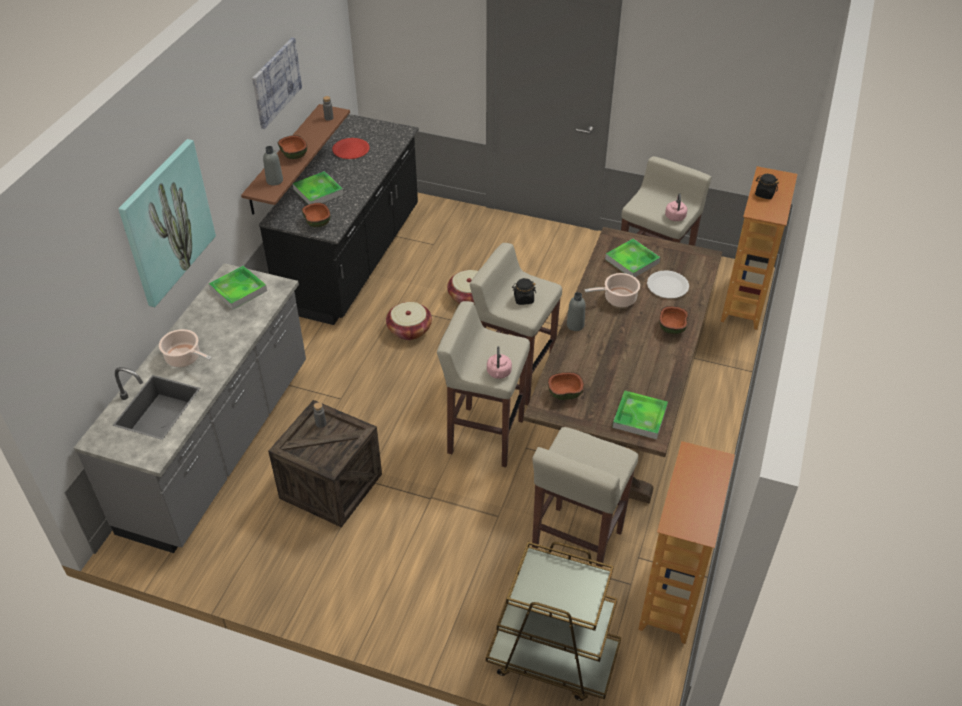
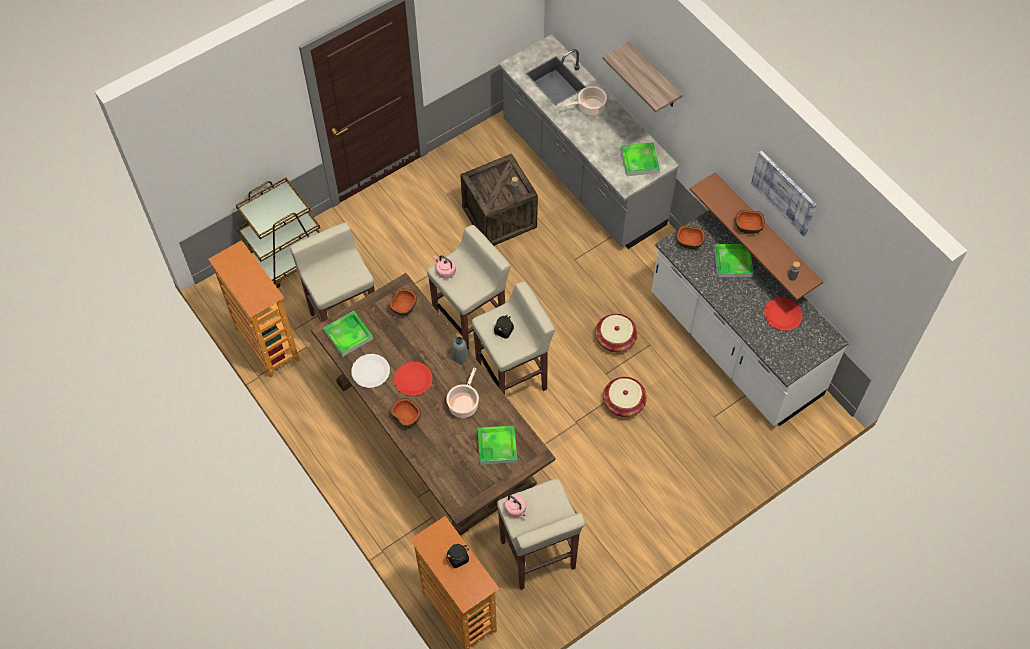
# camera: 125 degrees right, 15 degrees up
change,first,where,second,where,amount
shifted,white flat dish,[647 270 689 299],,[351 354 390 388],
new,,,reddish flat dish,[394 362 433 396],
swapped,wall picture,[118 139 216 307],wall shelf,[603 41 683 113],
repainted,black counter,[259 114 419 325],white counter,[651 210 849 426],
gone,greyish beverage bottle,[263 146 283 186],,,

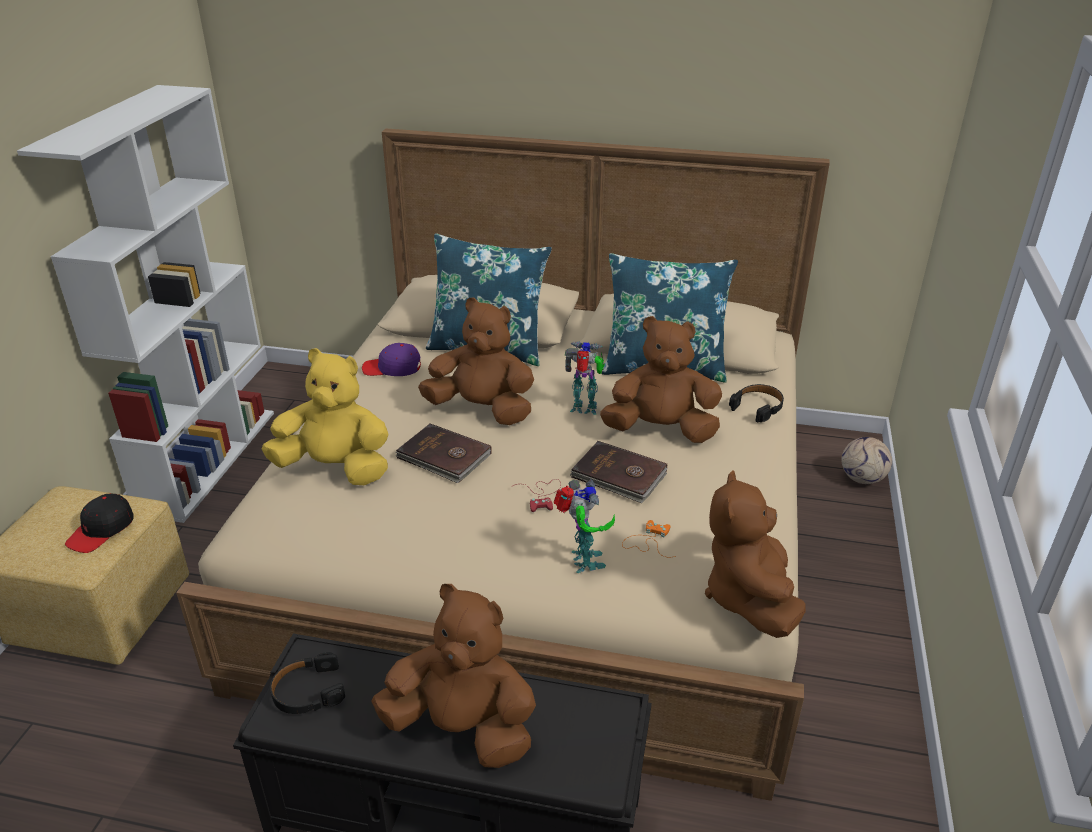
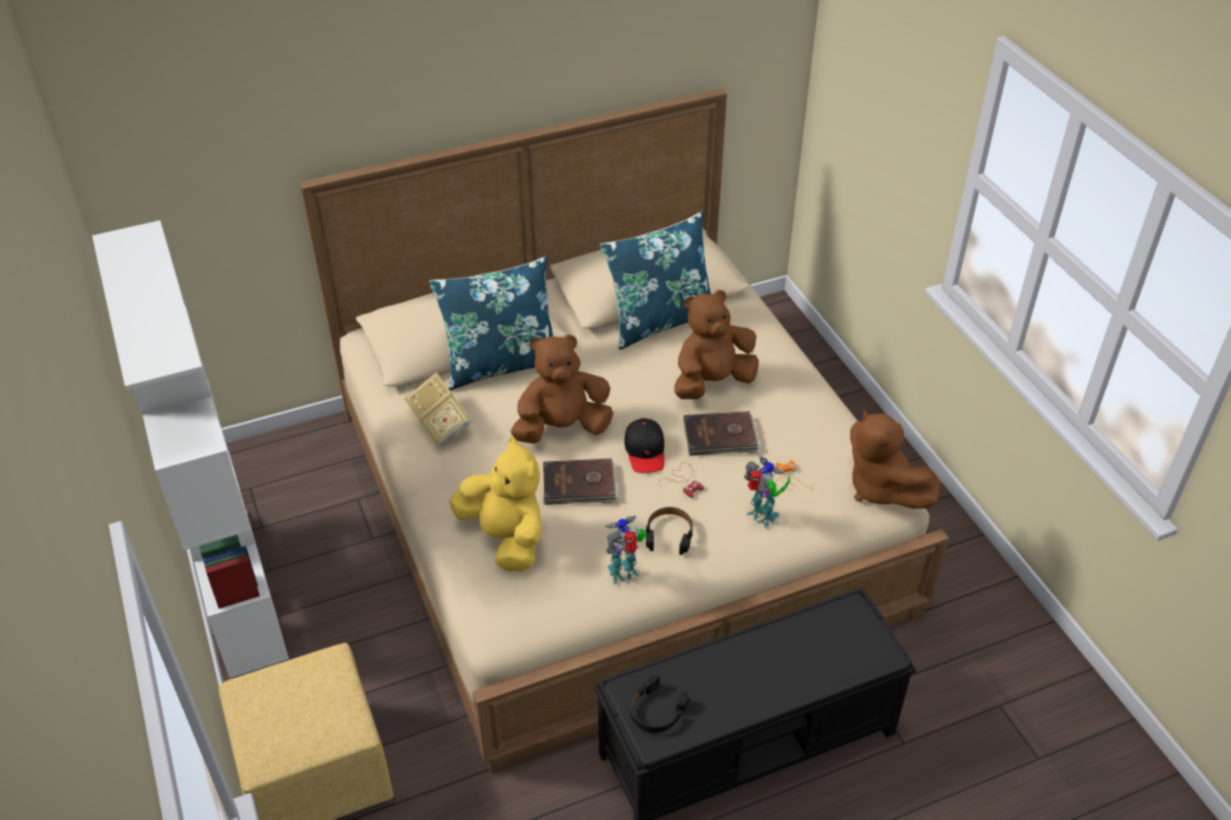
# camera: 35 degrees left, 10 degrees up
change,first,where,second,where,amount
swapped,purple baseball cap,[362 343 421 376],book,[404 372 473 447],
rotated,yellow soft toy,[261 348 389 485],,[450 437 542 572],75 degrees clockwise
shifted,toy robot,[565 341 605 415],,[605 516 647 584],
shifted,black baseball cap,[65 493 134 553],,[624 418 664 473],
shifted,black headset,[729 384 784 422],,[646 507 693 555],
gone,brown soft toy,[371 584 536 768],,,
gone,football,[841 437 892 484],,,

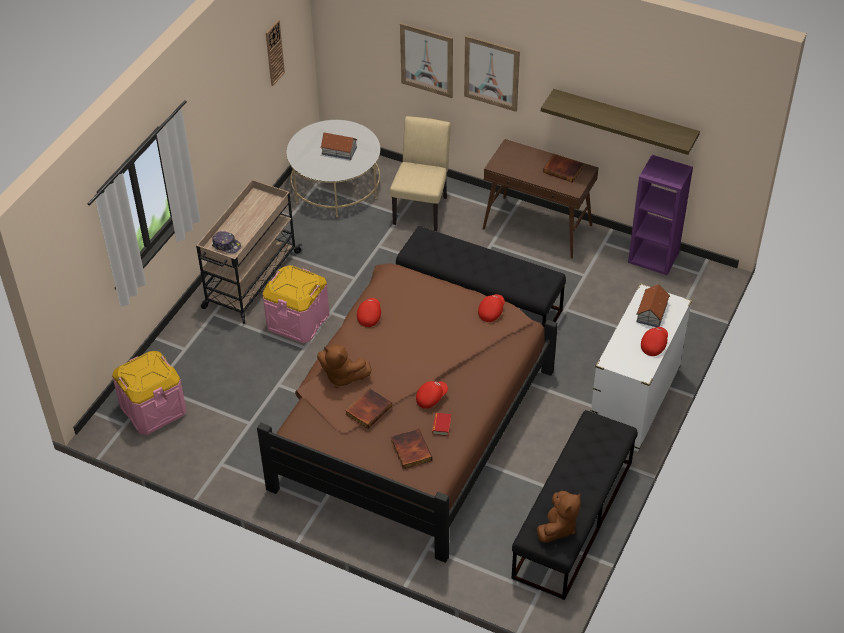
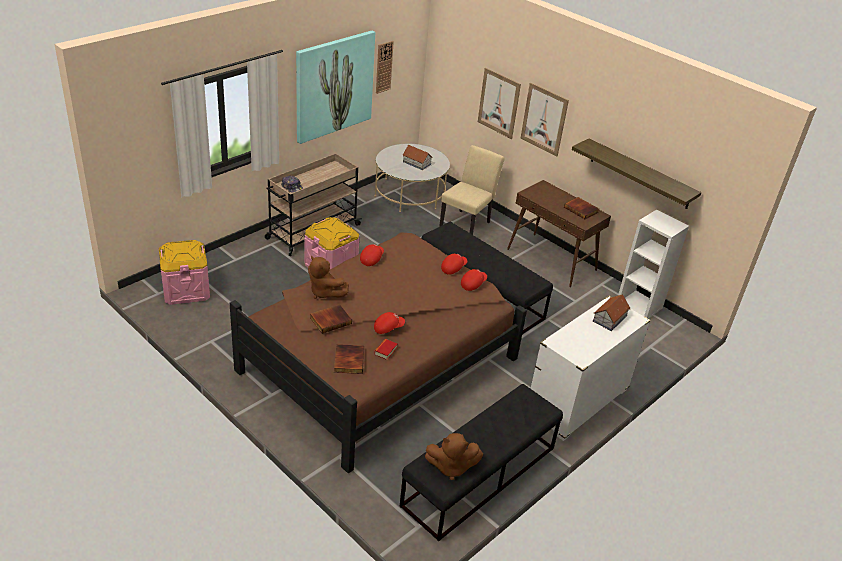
# camera: 15 degrees right, 10 degrees down
change,first,where,second,where,amount
new,,,wall picture,[296 31 375 144],
rotated,brown soft toy,[537 491 581 542],,[425 433 483 480],45 degrees clockwise
shifted,reddish baseball cap,[641 327 668 356],,[441 254 467 274],
repainted,purple bookcase,[628 155 693 275],white bookcase,[618 210 689 319],

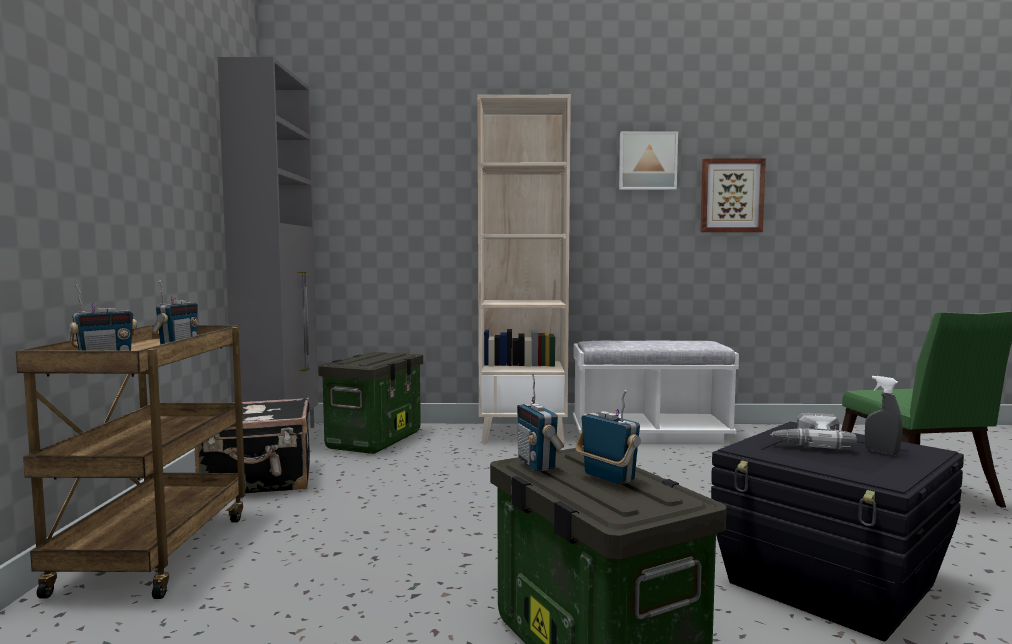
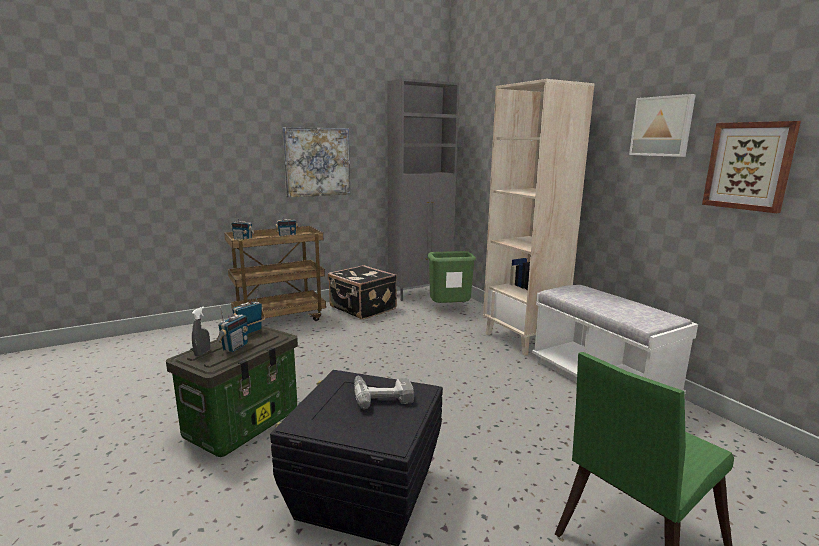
# camera: 60 degrees right, 10 degrees up
change,first,where,second,where,amount
shifted,greyish hand sprayer,[865 376 902 455],,[192 307 210 357],
new,,,wall picture,[282 127 350 197],
swapped,storage container,[318 352 423 454],green-coloured waste bin,[428 251 476 303],

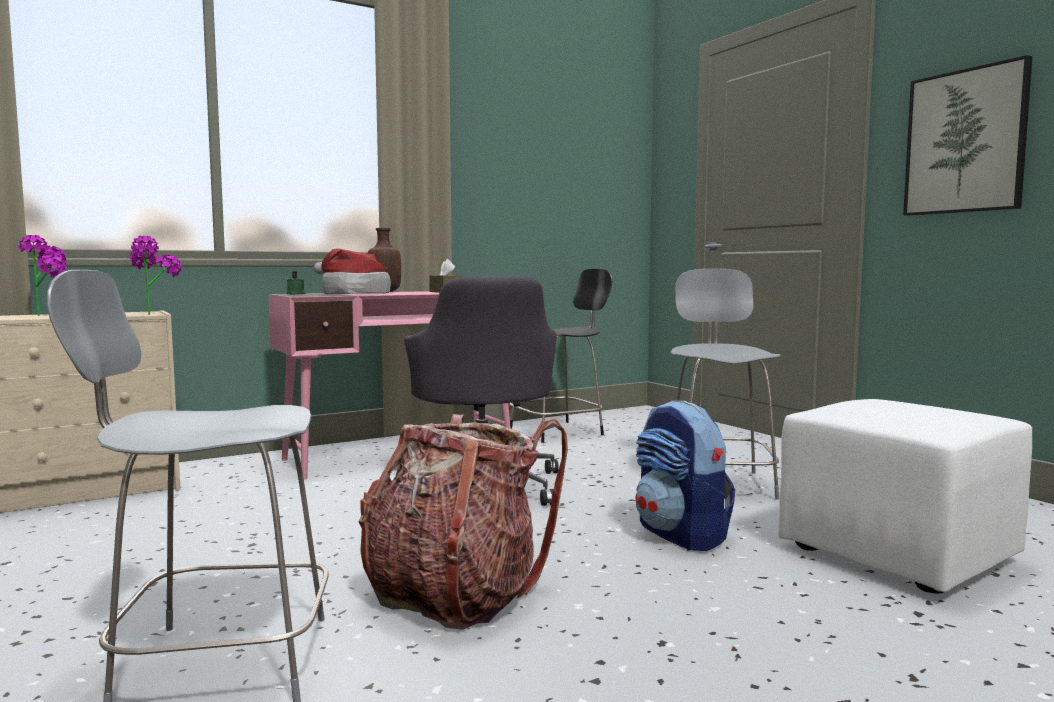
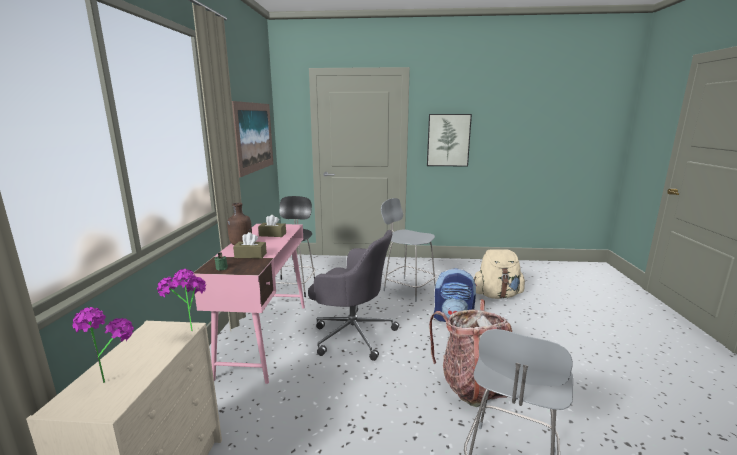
# camera: 55 degrees left, 10 degrees up
change,first,where,second,where,amount
new,,,wall picture,[232 101 273 177],
swapped,hat,[314 249 391 294],brown tissue box,[233 232 267 258],
swapped,white footrest,[778 399 1032 594],beige-coloured rucksack,[474 249 525 299],

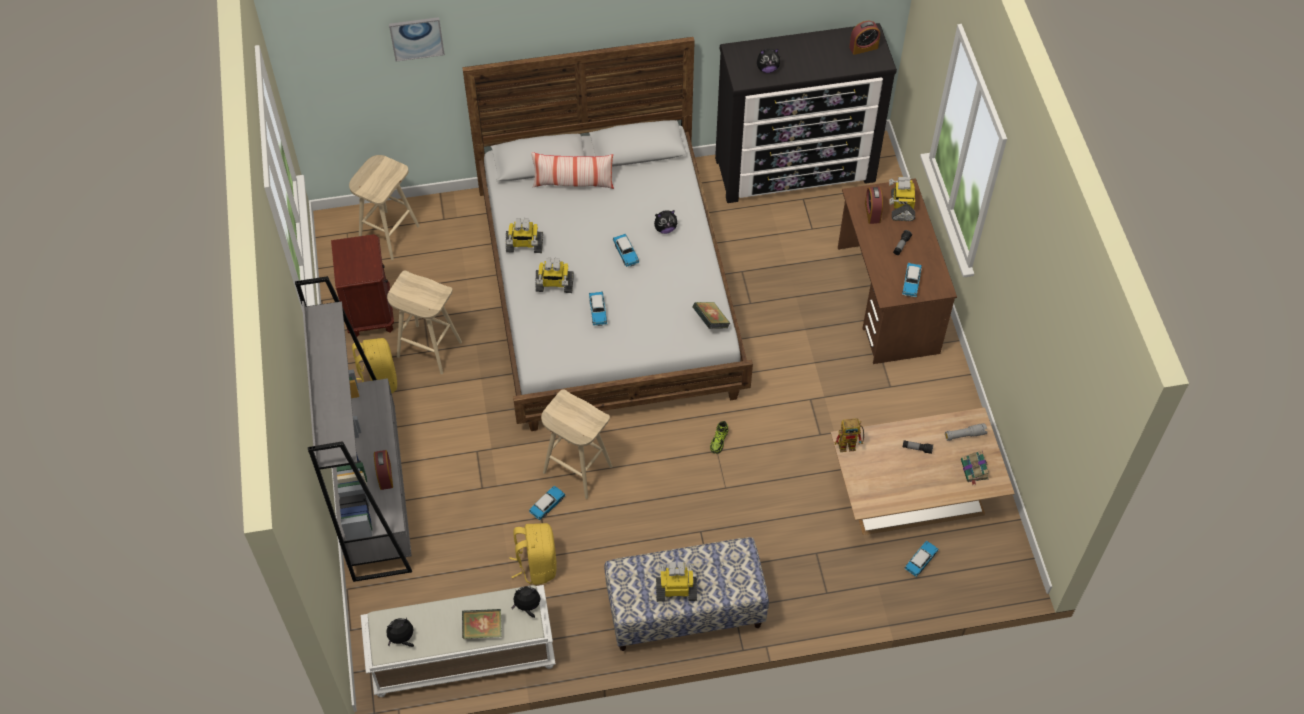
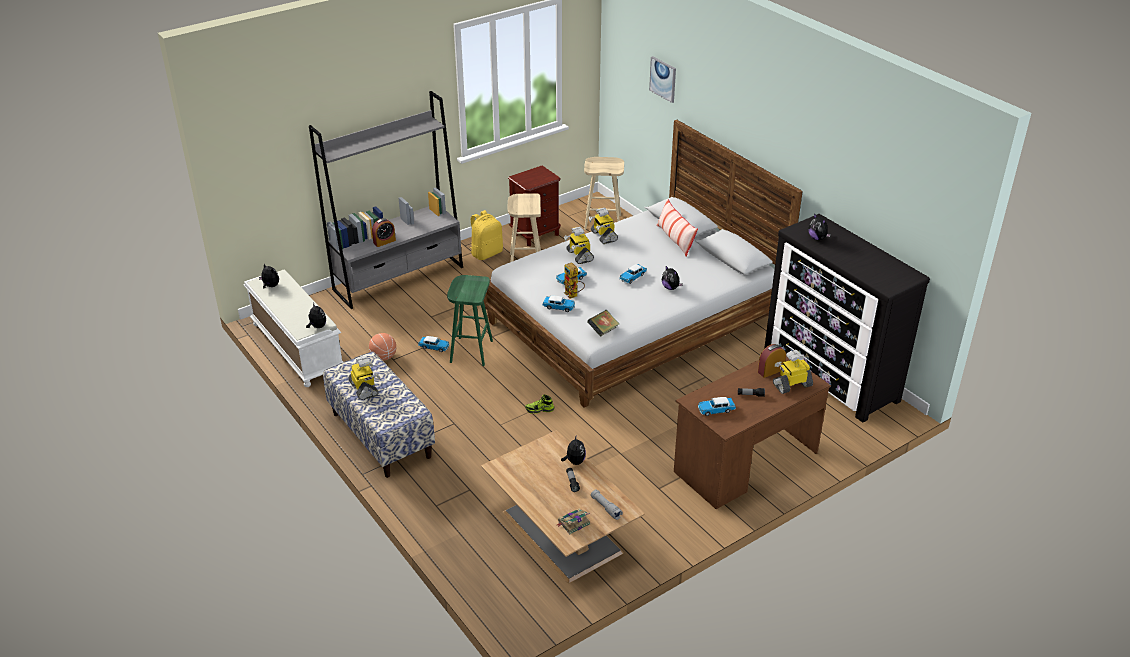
# camera: 65 degrees right, 20 degrees down
change,first,where,second,where,amount
swapped,yellow rucksack,[509 523 557 585],basketball ball,[369 333 396 360],
repainted,beige-coloured sitting stool,[541 389 613 499],green-coloured sitting stool,[447 275 493 366],
shifted,miniature car,[904 541 939 577],,[542 296 575 312],
new,,,soft toy,[561 434 586 465],
shifted,toy robot,[835 418 864 452],,[564 262 585 299],
gone,book,[462 609 502 639],,,
gone,table clock,[849 21 880 55],,,

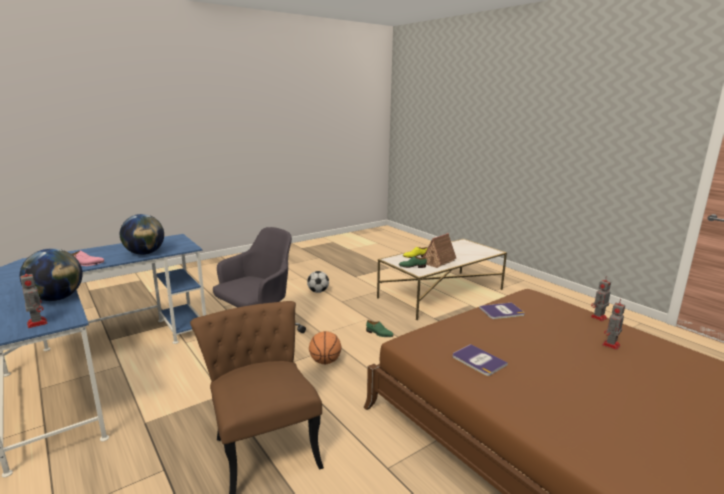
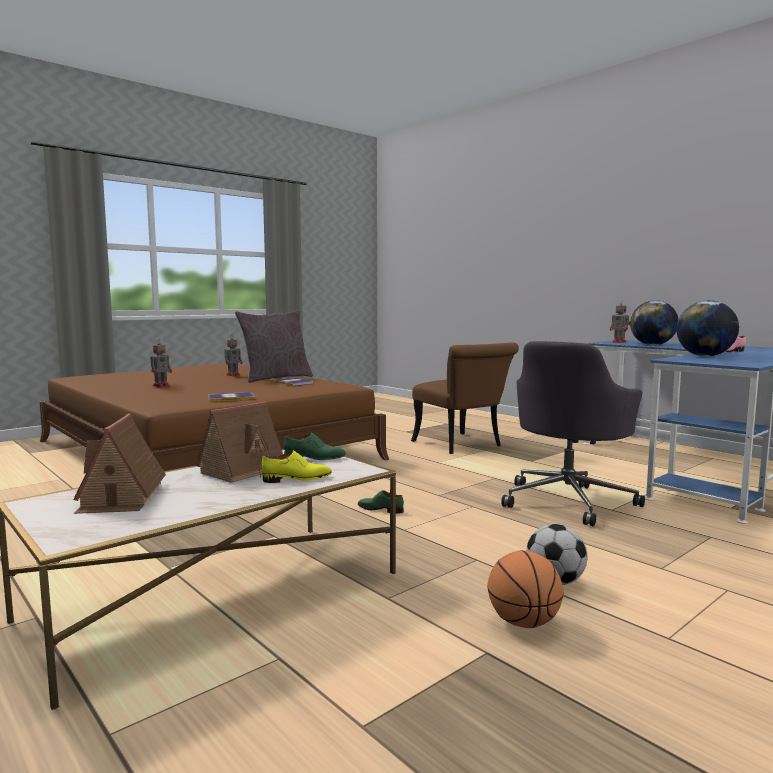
# camera: 175 degrees right, 10 degrees down
change,first,where,second,where,amount
new,,,miniature house,[73 413 166 514],
shifted,toy robot,[590 276 611 321],,[224 337 242 376],
new,,,greyish cushion,[235 310 313 383],
shifted,basketball ball,[309 331 342 364],,[487 550 563 628],

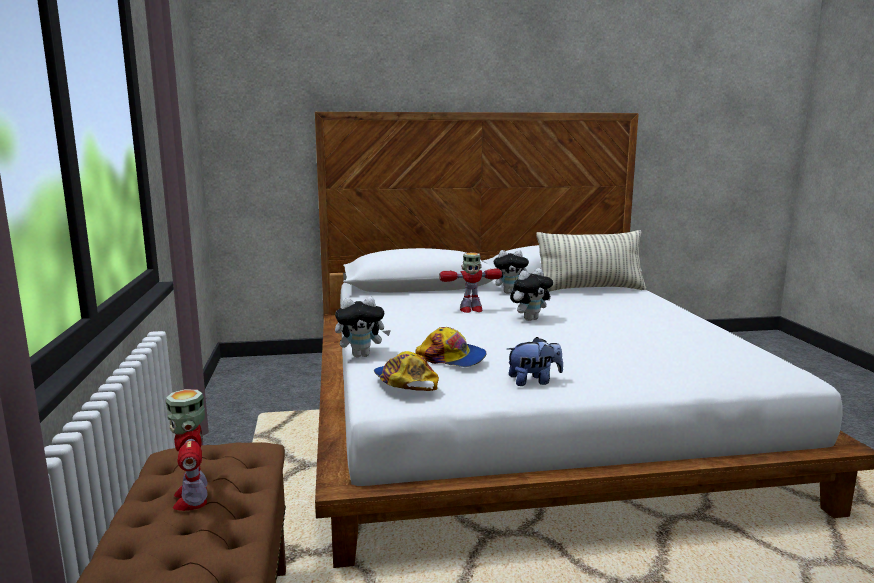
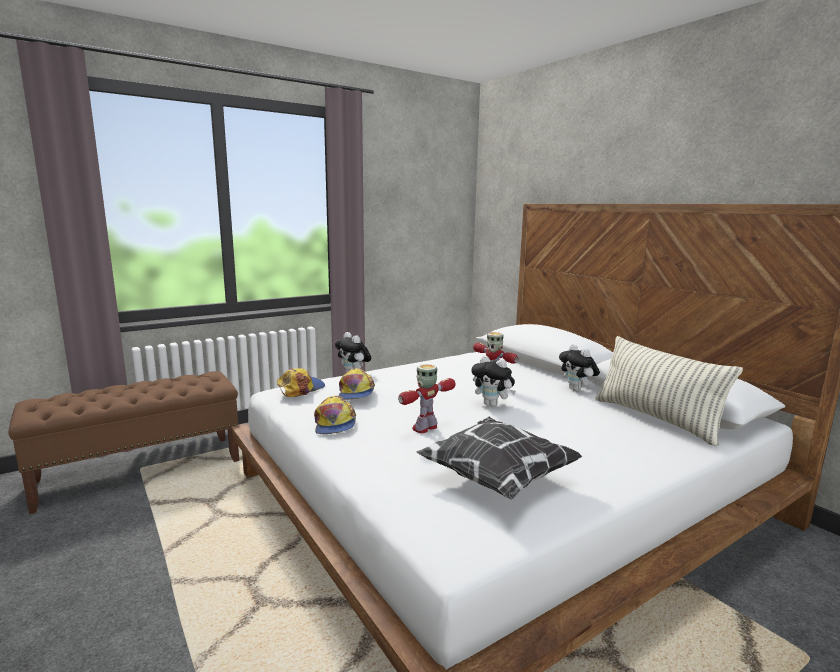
# camera: 65 degrees right, 0 degrees up
change,first,where,second,where,amount
swapped,soft toy,[507 337 563 386],baseball cap,[314 396 356 434],
shifted,toy robot,[165 389 208 511],,[398 364 456 433],
new,,,cushion,[417 417 583 500],

